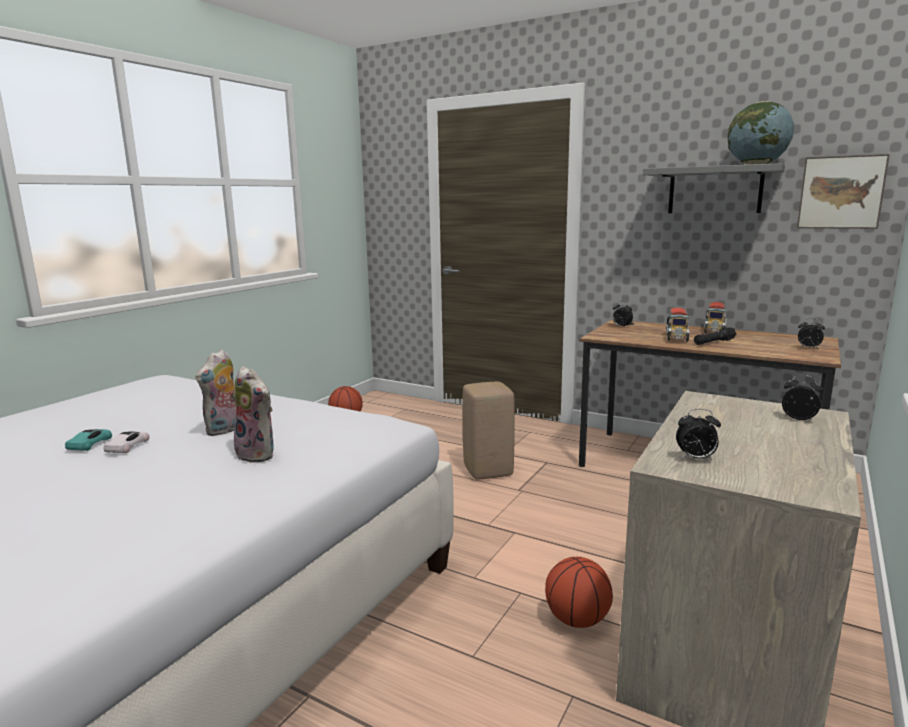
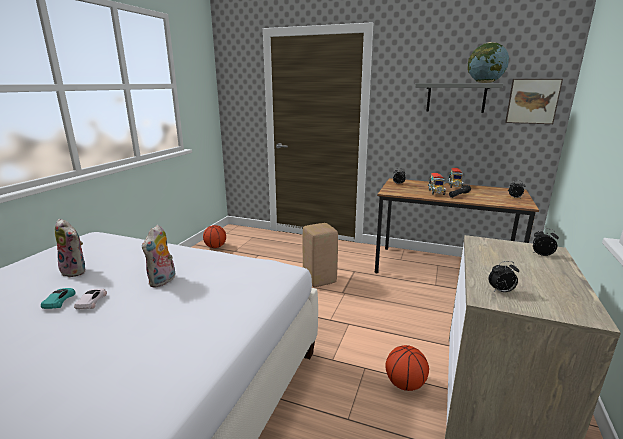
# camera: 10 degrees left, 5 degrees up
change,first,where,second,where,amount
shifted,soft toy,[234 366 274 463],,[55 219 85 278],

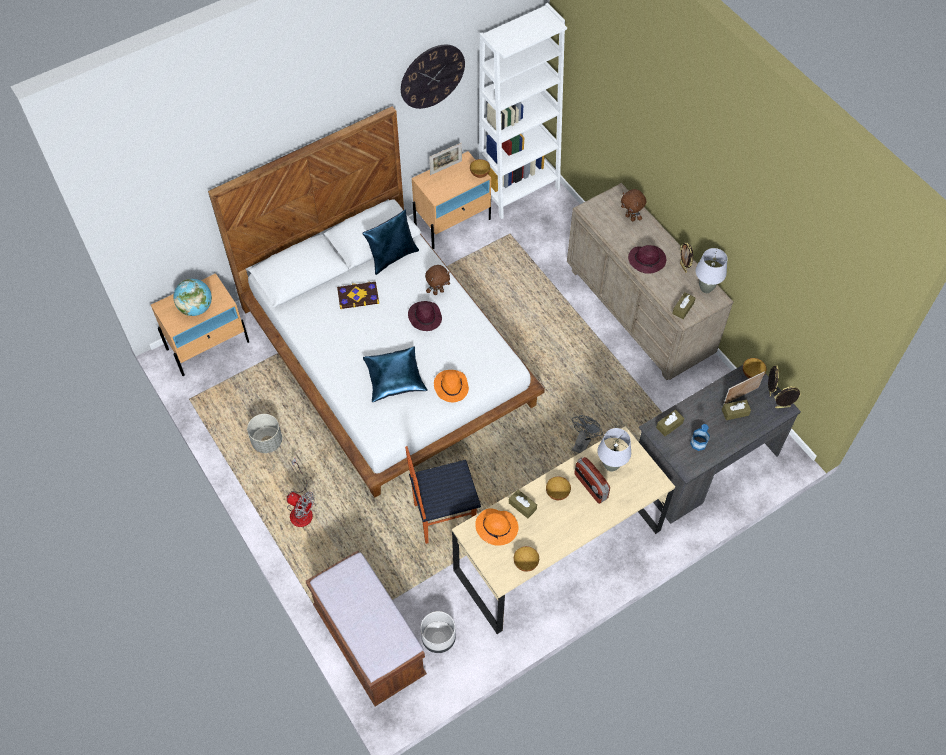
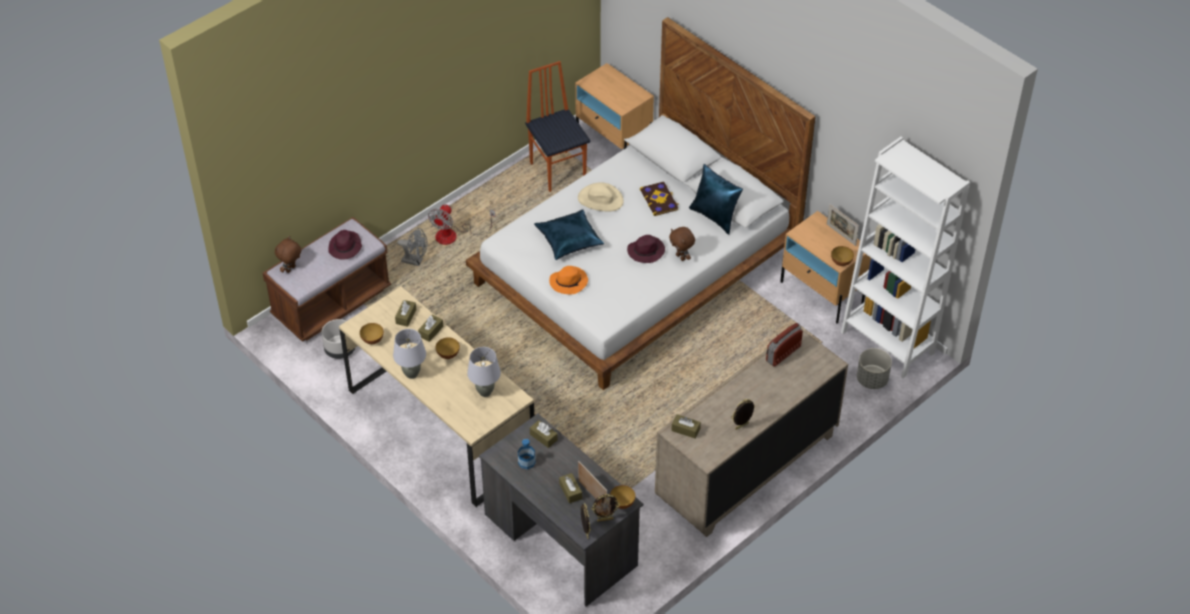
# camera: 80 degrees right, 10 degrees down
change,first,where,second,where,amount
shifted,brown soft toy,[621 189 646 221],,[275 236 301 273],
shifted,purple hat,[628 245 666 274],,[328 230 362 259],
shifted,greyish tabletop lamp,[695 248 728 293],,[393 329 426 379],
swapped,orange-coloured hat,[475 508 519 546],brown tissue box,[395 300 416 327],
shifted,greyish fan,[572 415 603 453],,[397 228 428 266],
shifted,plain chair,[405 446 481 544],,[525 61 590 192],
new,,,beige-coloured hat,[578 182 624 212],
shifted,radio,[574 457 610 504],,[766 323 803 367],
shifted,greyish flower pot,[247 414 282 453],,[857 348 892 389],
gone,globe,[173 279 212 316],,,
gone,hanging clock,[401 45 465 109],,,

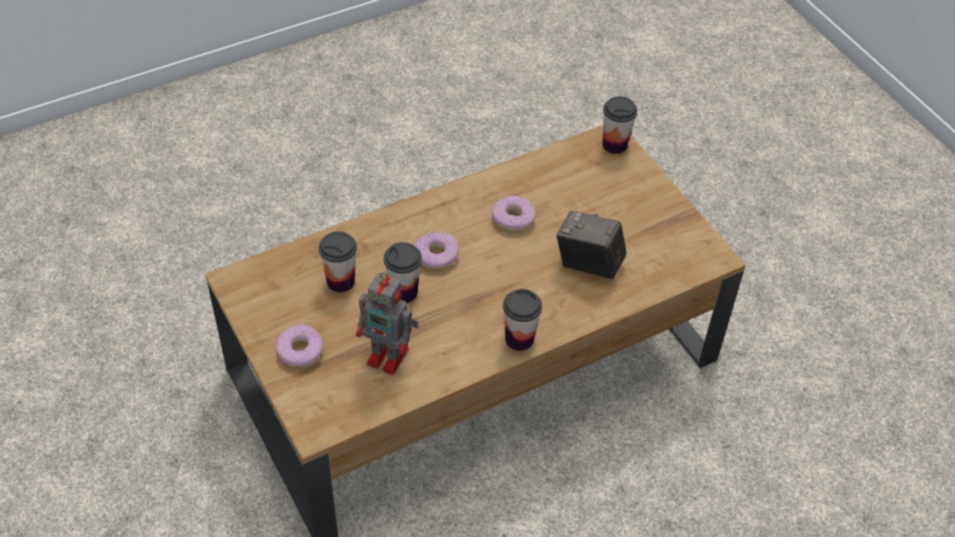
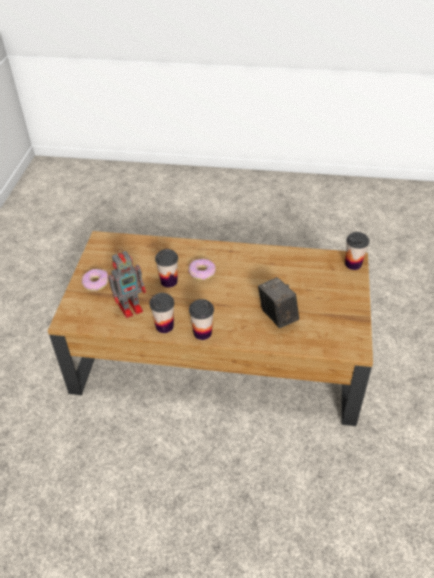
# camera: 40 degrees right, 5 degrees down
change,first,where,second,where,amount
rotated,toy robot,[356 272 419 375],,[108 249 146 318],90 degrees counterclockwise
shifted,drinking cup,[319 231 357 292],,[149 293 174 333],
gone,doughnut,[492 196 536 231],,,

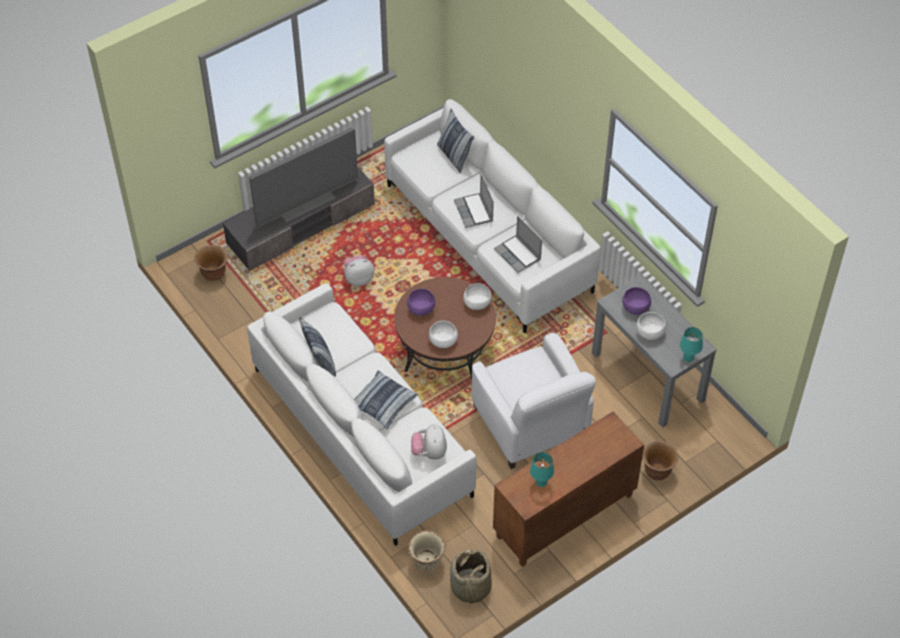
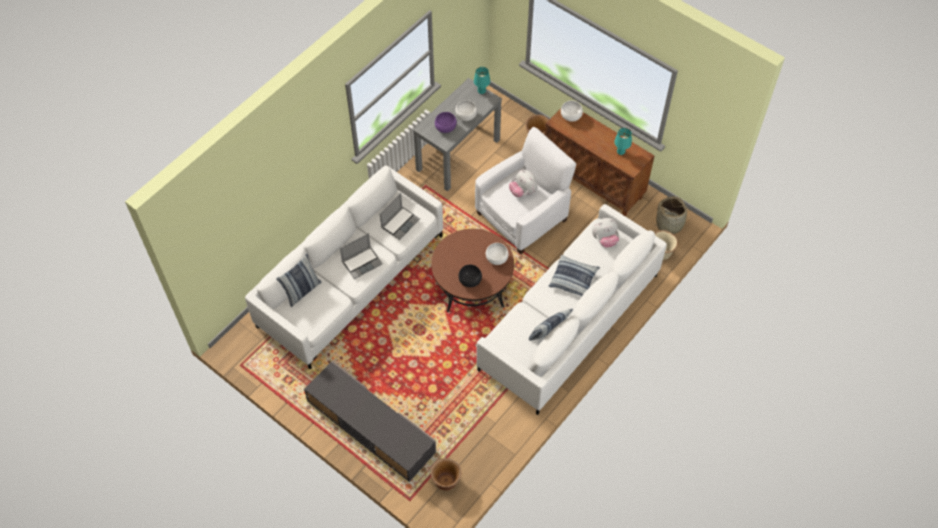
# camera: 105 degrees left, 5 degrees up
change,first,where,second,where,amount
repainted,purple deep dish,[407 289 435 316],black deep dish,[459 264 482 287],
shifted,soft toy,[343 255 374 286],,[509 170 538 197],
shifted,white deep dish,[463 283 492 310],,[561 100 583 122],
gone,TV set,[249 128 358 228],,,

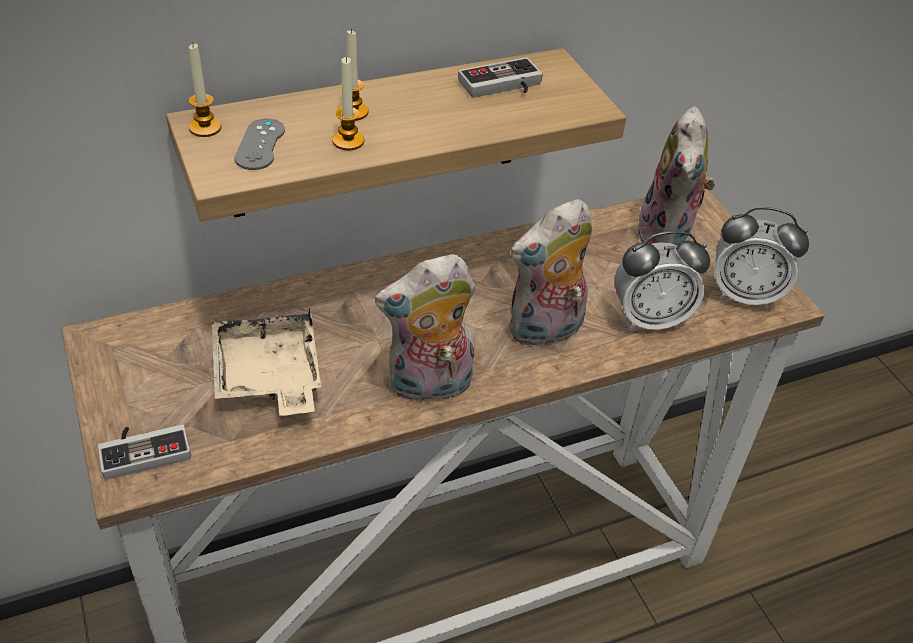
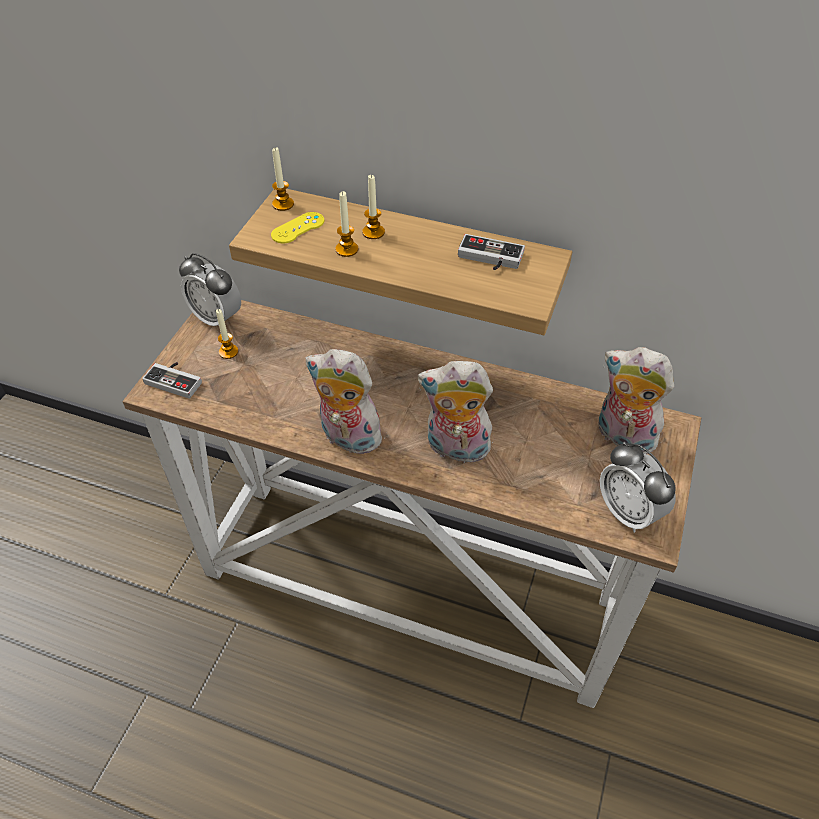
# camera: 45 degrees right, 5 degrees up
change,first,where,second,where,amount
shifted,table clock,[615 231 710 330],,[179 253 241 326],
new,,,candle,[216 309 238 359],
repainted,greyish game controller,[234 118 285 170],yellow game controller,[271 212 324 243],
rotated,soft toy,[636 106 716 246],,[599 347 674 454],75 degrees clockwise
gone,beige-coloured carrying tray,[212 309 321 416],,,

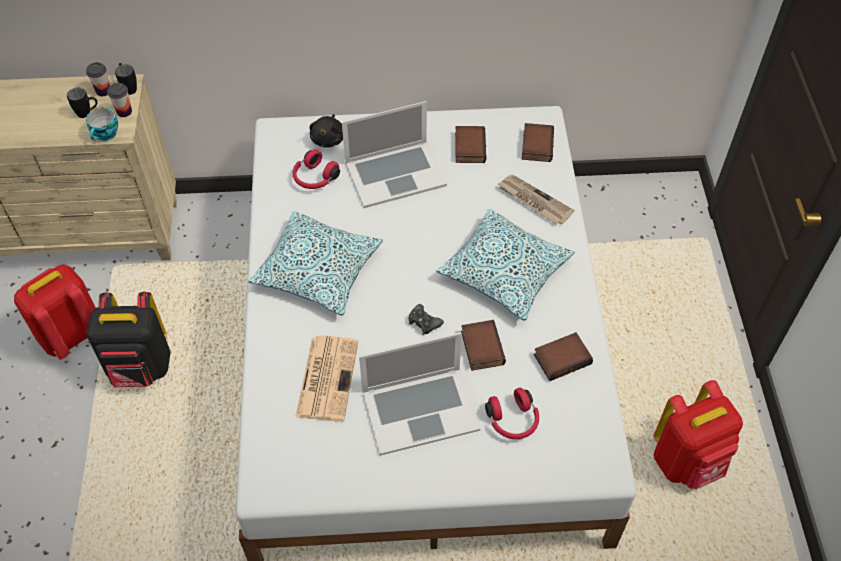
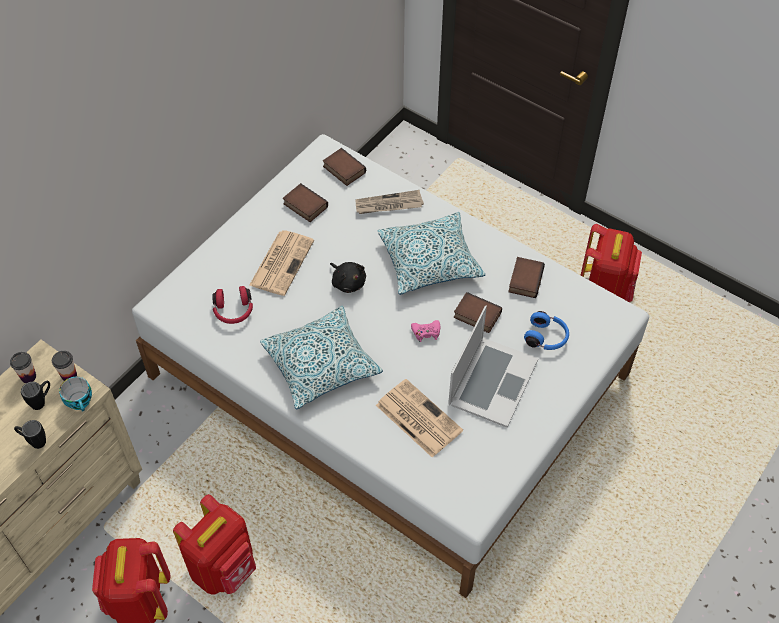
# camera: 50 degrees left, 0 degrees up
change,first,where,second,where,amount
shifted,black mug,[115 63 137 95],,[14 420 46 449],
repainted,black rucksack,[86 292 171 387],reddish rucksack,[173 494 256 594],
swapped,portable computer,[342 101 447 208],daily paper,[249 230 314 296],
shifted,black soft toy,[309 114 343 147],,[330 262 366 293],
repainted,black game controller,[408 304 444 335],pinkish game controller,[411 320 440 342],
repainted,reddish headset,[485 388 539 439],blue headset,[524 311 569 350],

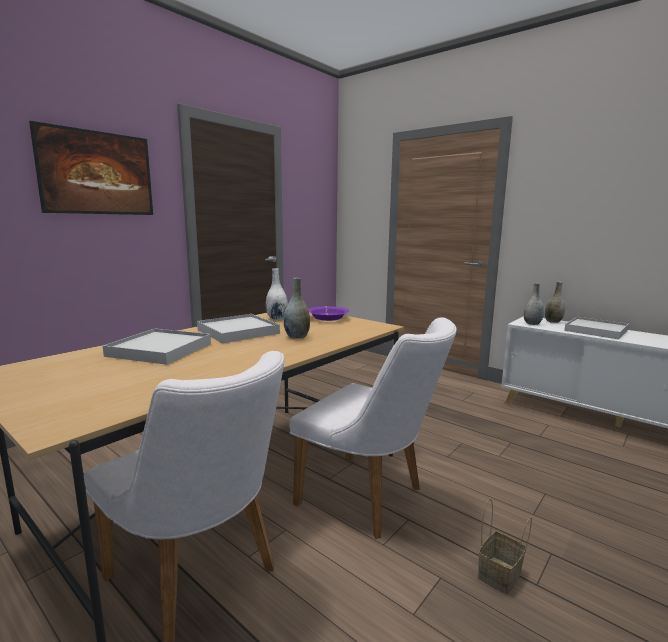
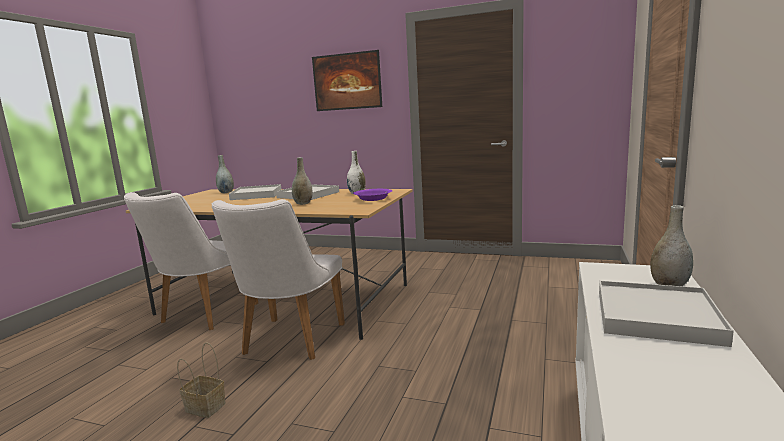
# camera: 70 degrees right, 0 degrees up
change,first,where,second,where,amount
shifted,greyish flower vase,[524 283 544 325],,[216 155 234 193],

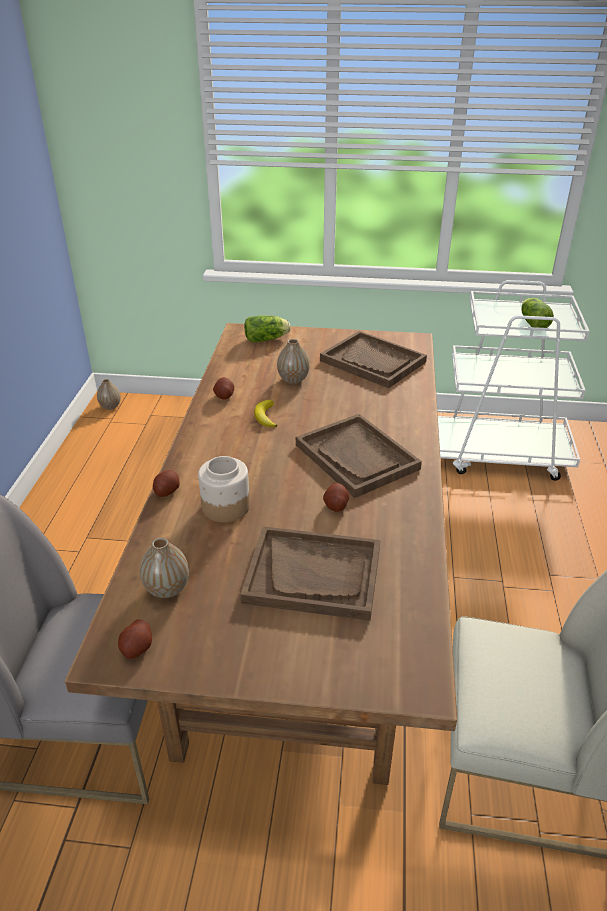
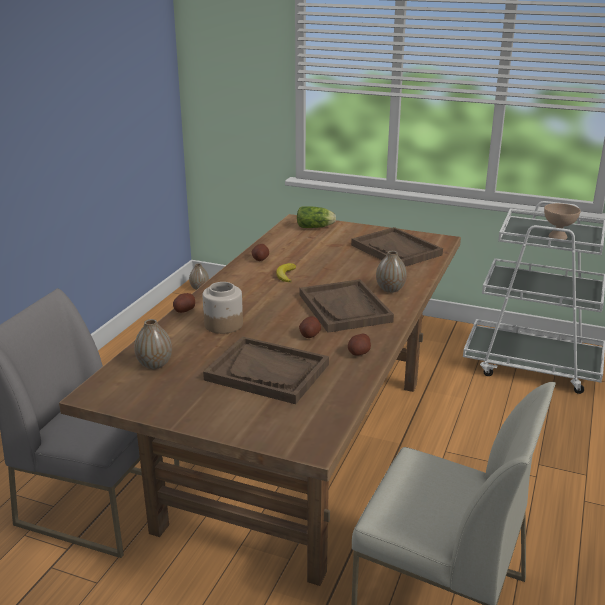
# camera: 15 degrees right, 10 degrees down
change,first,where,second,where,amount
shifted,whole potato,[118 619 152 659],,[348 334 371 356],
shifted,flower vase,[277 339 310 384],,[376 251 407 293],
swapped,lettuce,[522 298 554 328],beige-coloured deep dish,[544 203 581 240],

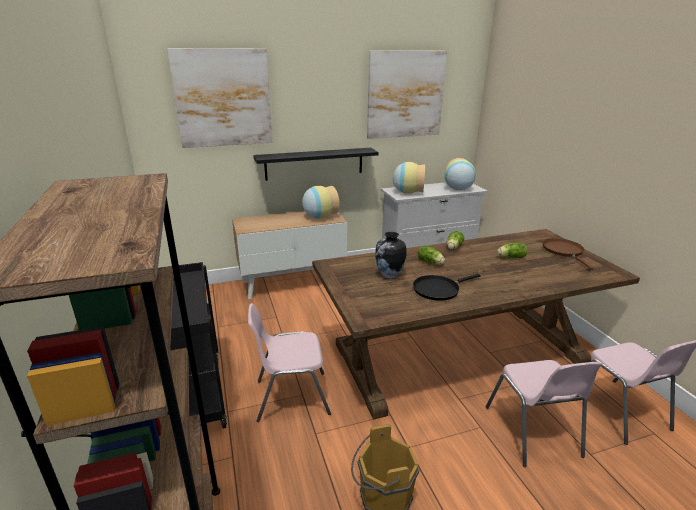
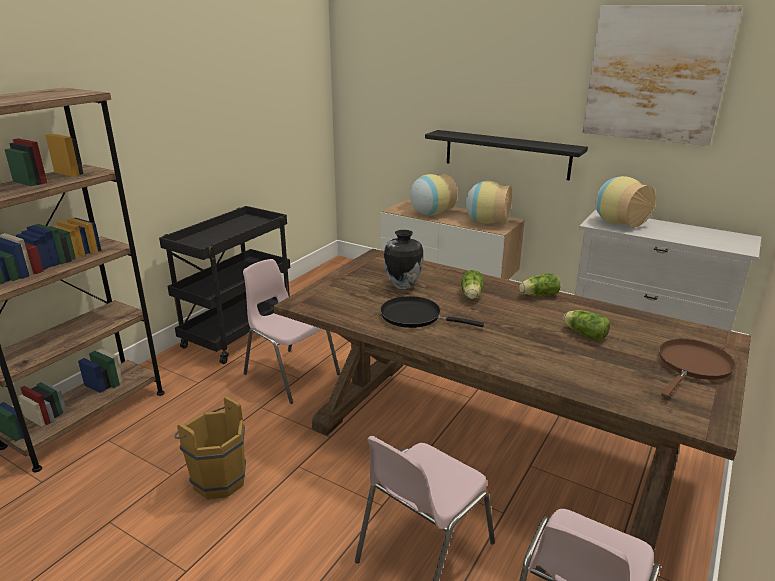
# camera: 50 degrees right, 0 degrees up
change,first,where,second,where,amount
shifted,flower vase,[444 158 476 190],,[410 174 457 216],
gone,wall picture,[167 48 272 148],,,

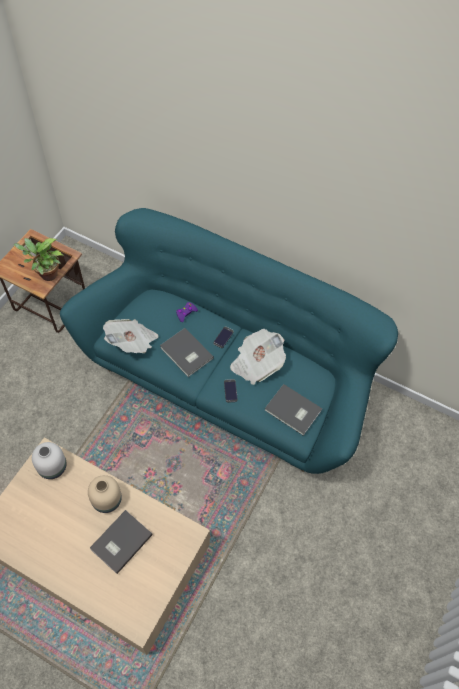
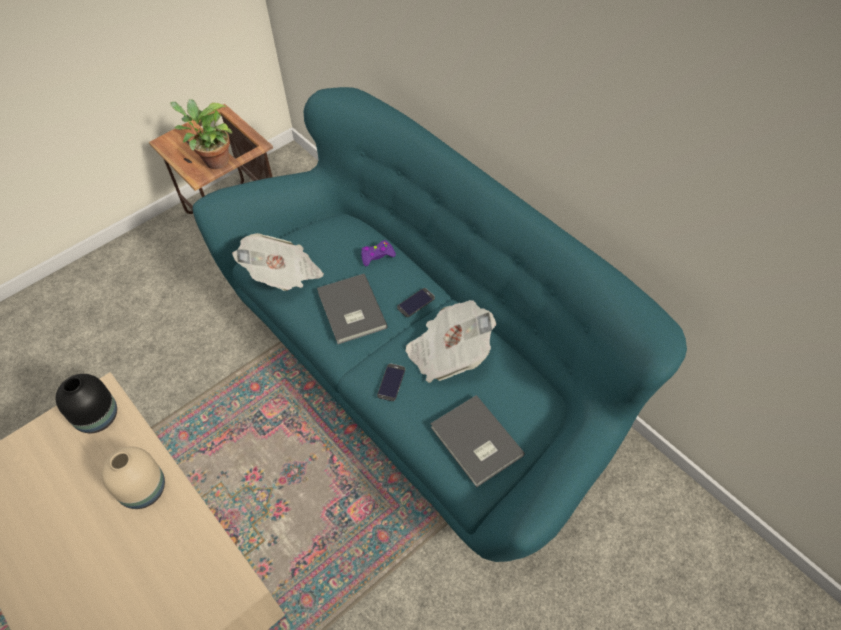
# camera: 25 degrees right, 5 degrees down
change,first,where,second,where,amount
repainted,white flower vase,[32 442 67 479],black flower vase,[56 374 117 433],
gone,greyish book,[90 510 153 574],,,

